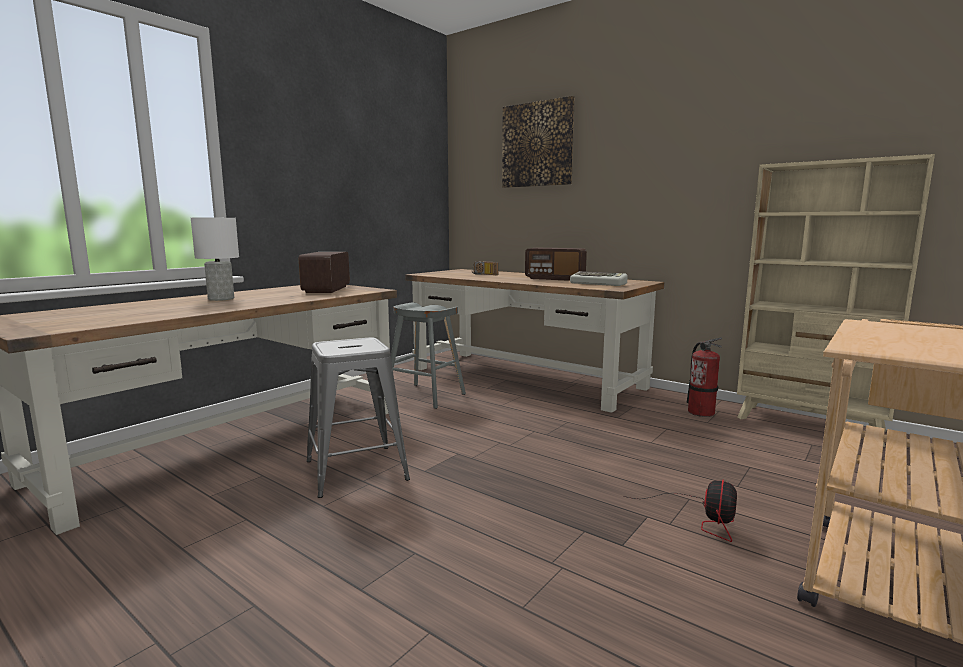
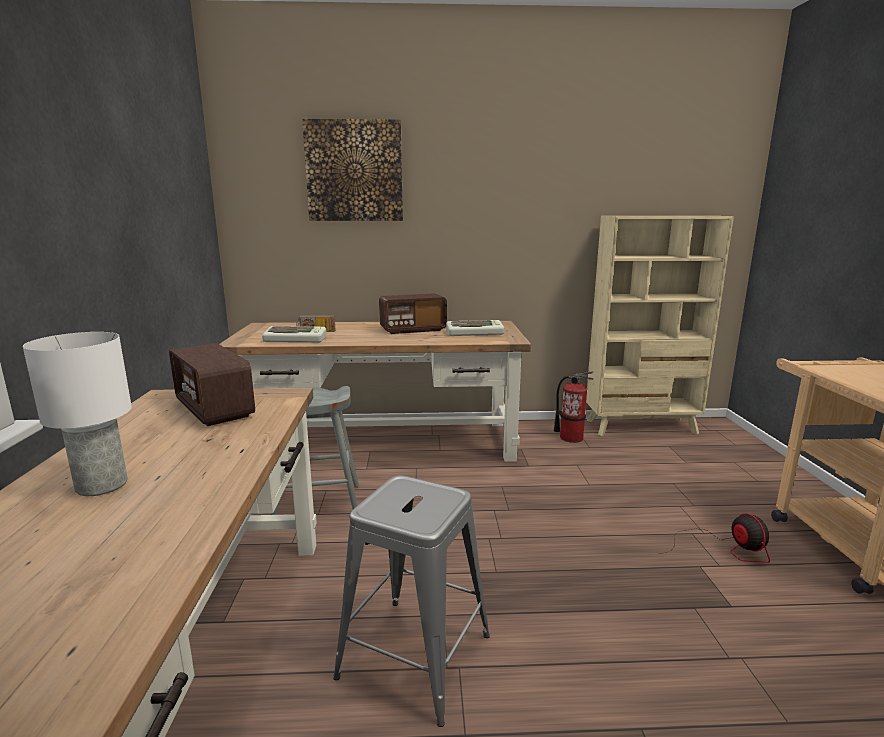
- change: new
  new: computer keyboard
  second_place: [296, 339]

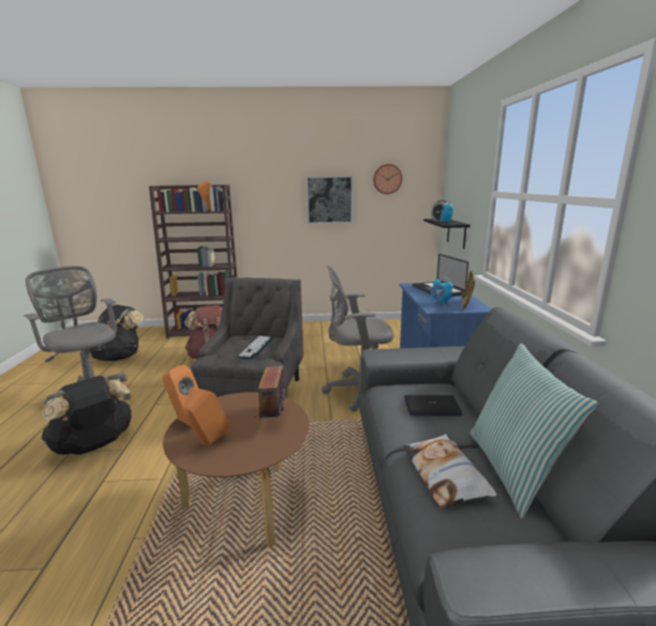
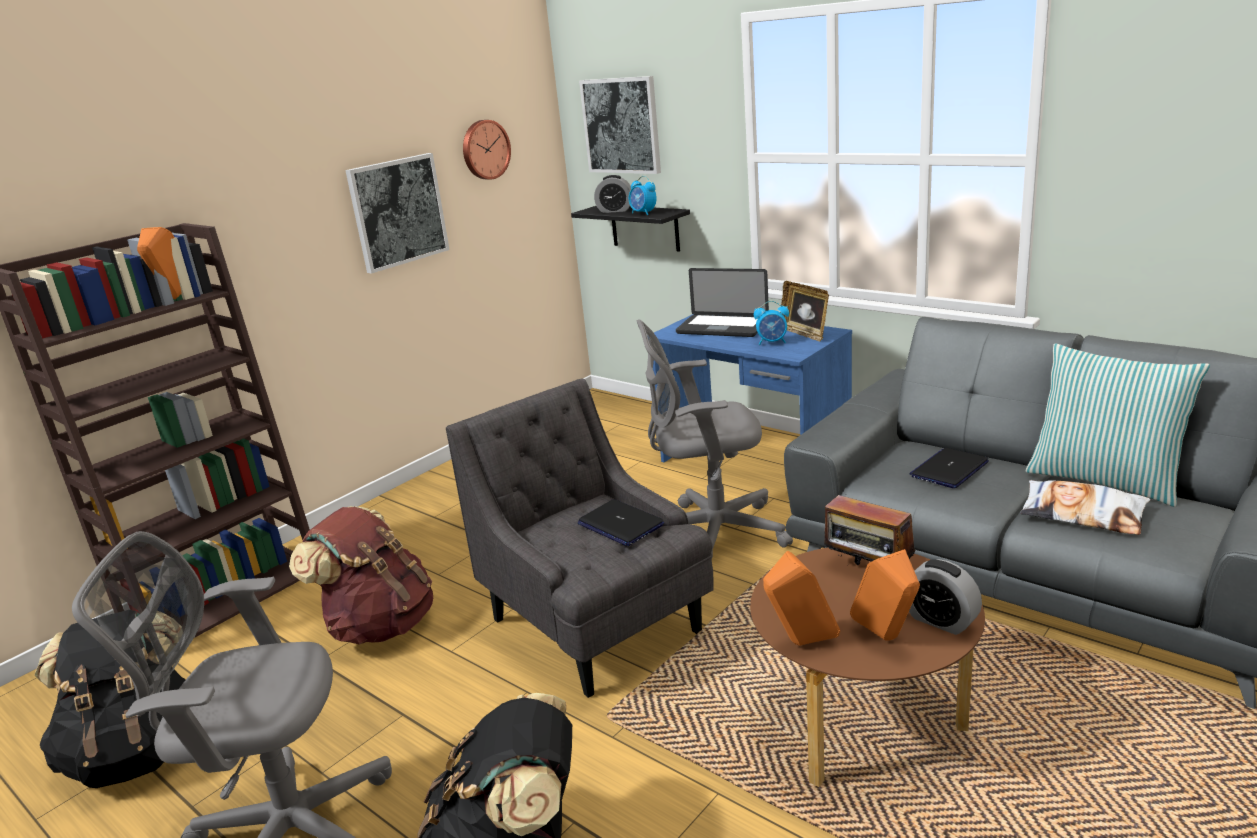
- change: rotated
  old: office chair in grey
  first_place: [359, 391]
  second_place: [711, 532]
  degrees: 45
- change: swapped
  old: computer keyboard
  new: laptop
  first_place: [256, 348]
  second_place: [620, 524]
- change: new
  new: wall art
  second_place: [621, 125]
- change: new
  new: table clock
  second_place: [940, 620]

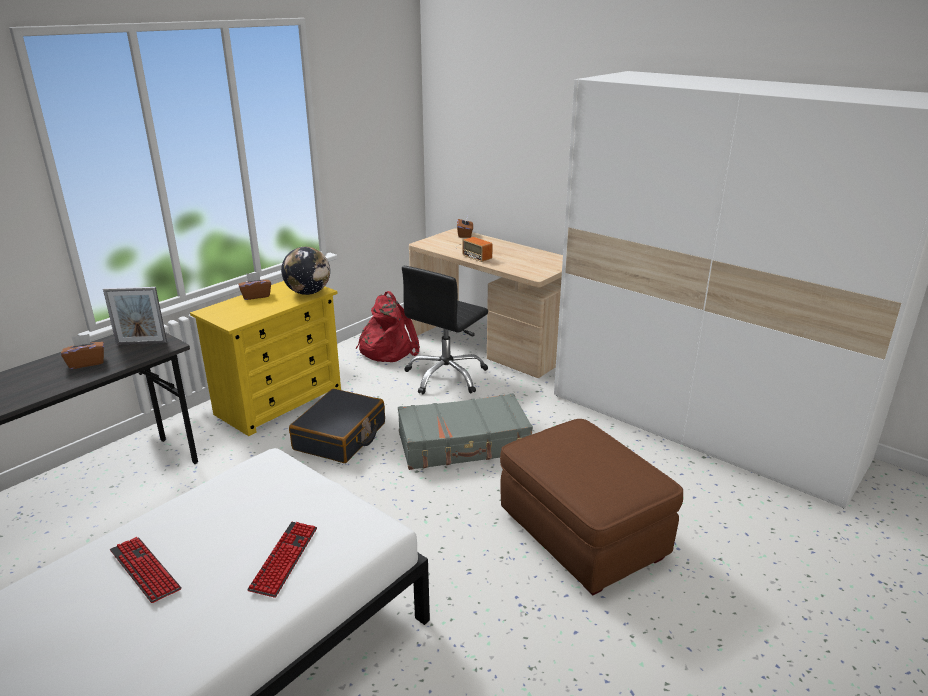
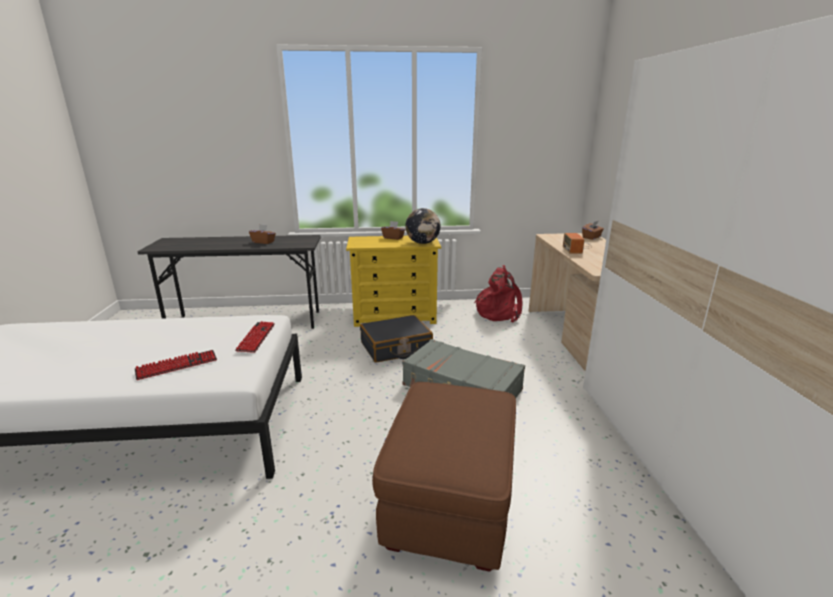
- change: gone
  old: office chair in blackish
  first_place: [446, 376]
- change: gone
  old: photo frame
  first_place: [141, 343]
- change: shifted
  old: computer keyboard
  first_place: [145, 570]
  second_place: [256, 337]

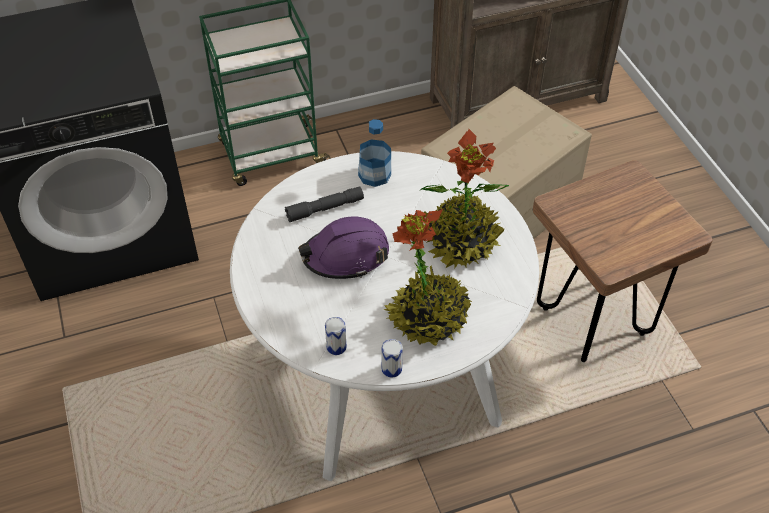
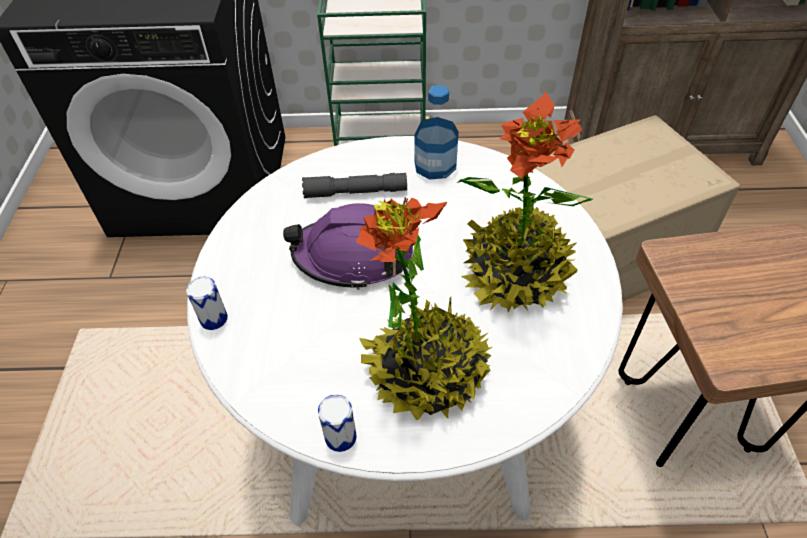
- change: shifted
  old: metal can
  first_place: [336, 347]
  second_place: [214, 319]

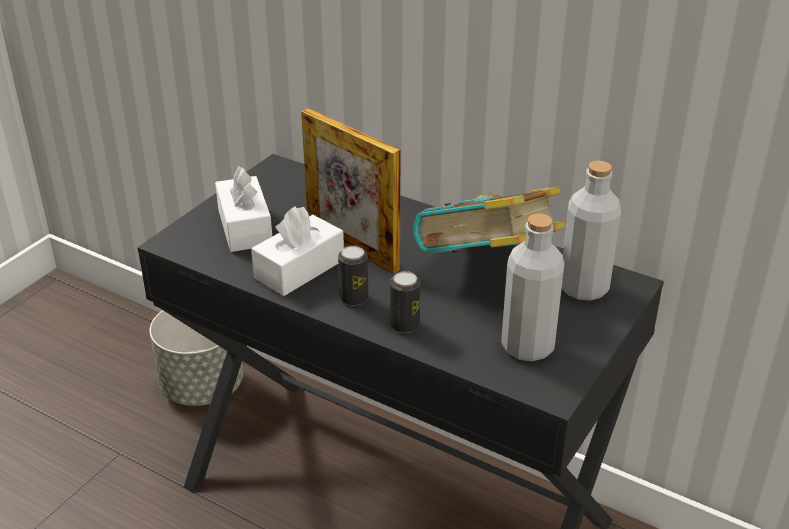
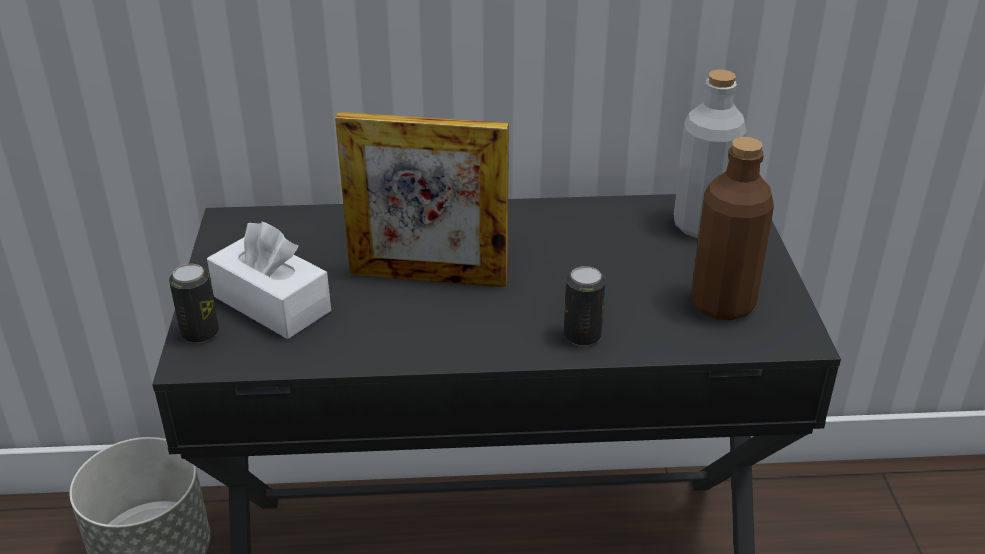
- change: gone
  old: book
  first_place: [487, 267]
- change: gone
  old: tissue box in white-coloured
  first_place: [299, 269]
- change: repainted
  old: beverage bottle in grey
  new: beverage bottle in brownish
  first_place: [527, 346]
  second_place: [722, 304]
- change: shifted
  old: metal can
  first_place: [354, 298]
  second_place: [200, 333]

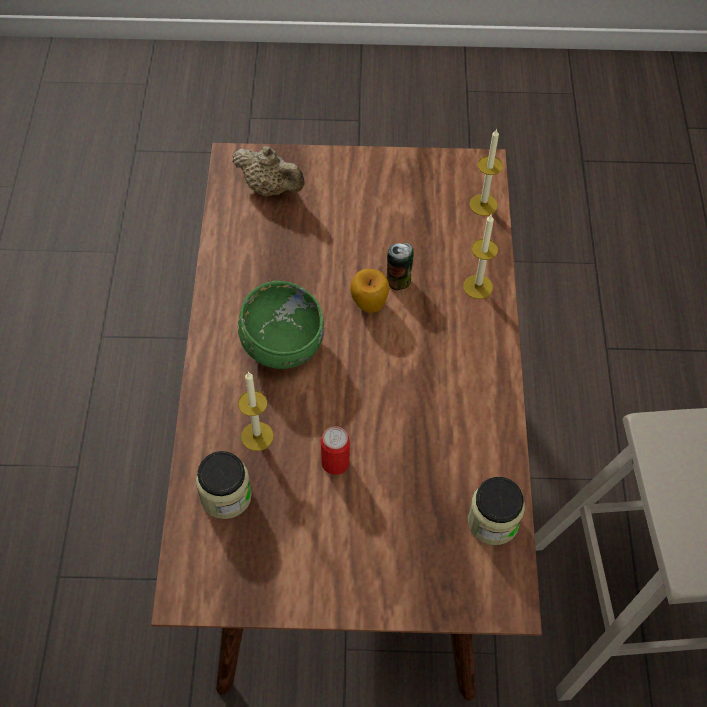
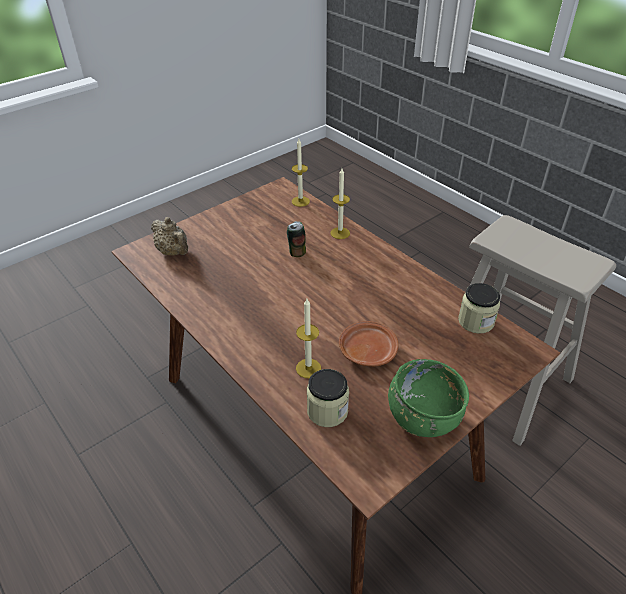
- change: rotated
  old: pot for tea in beige-coloured
  first_place: [270, 188]
  second_place: [174, 252]
  degrees: 60
- change: gone
  old: apple
  first_place: [369, 305]
- change: shifted
  old: bowl in greenish
  first_place: [282, 346]
  second_place: [422, 418]
- change: swapped
  old: metal can
  new: dinner plate in brownish
  first_place: [335, 462]
  second_place: [367, 350]

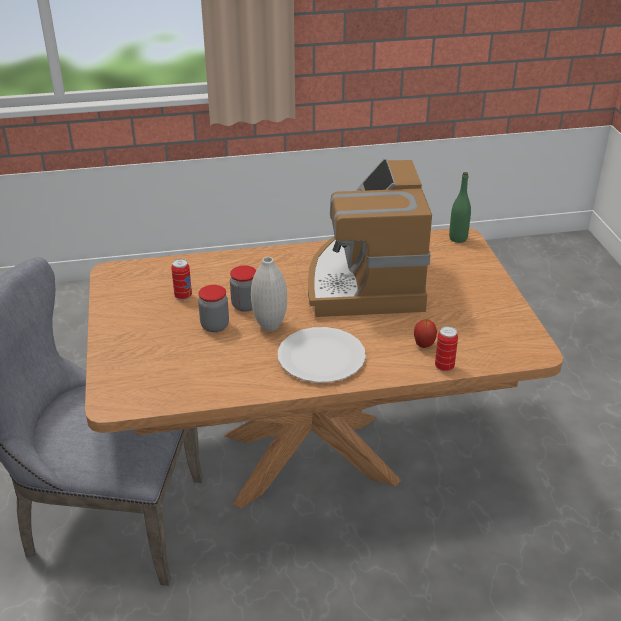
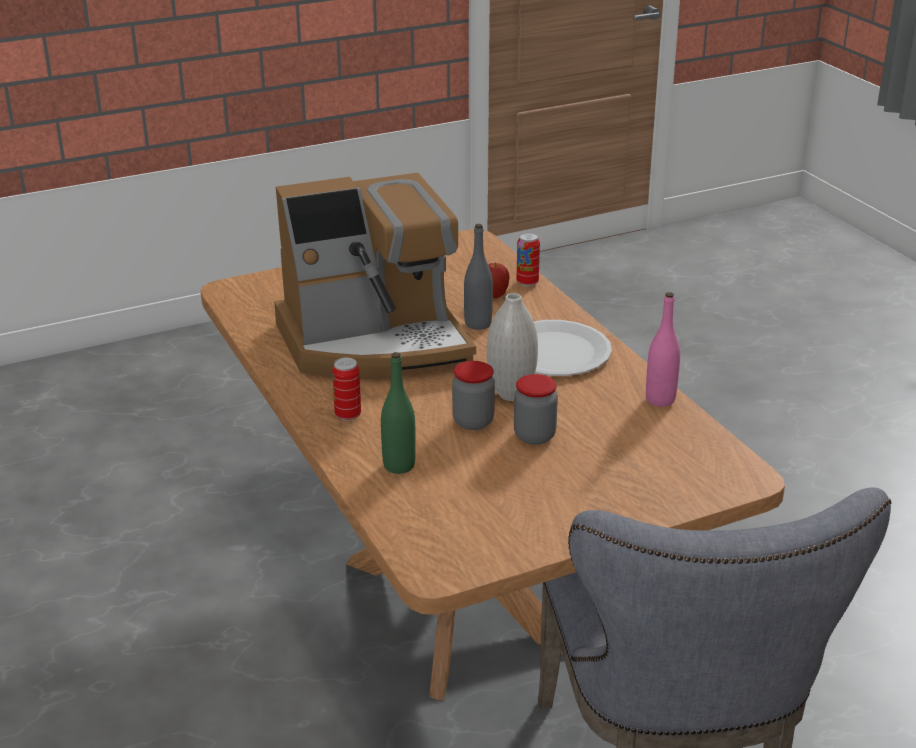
- change: shifted
  old: beverage bottle in greenish
  first_place: [458, 238]
  second_place: [399, 465]
- change: shifted
  old: metal can
  first_place: [183, 296]
  second_place: [348, 415]
- change: new
  new: beverage bottle in grey
  second_place: [478, 324]
- change: new
  new: beverage bottle in pink
  second_place: [660, 400]

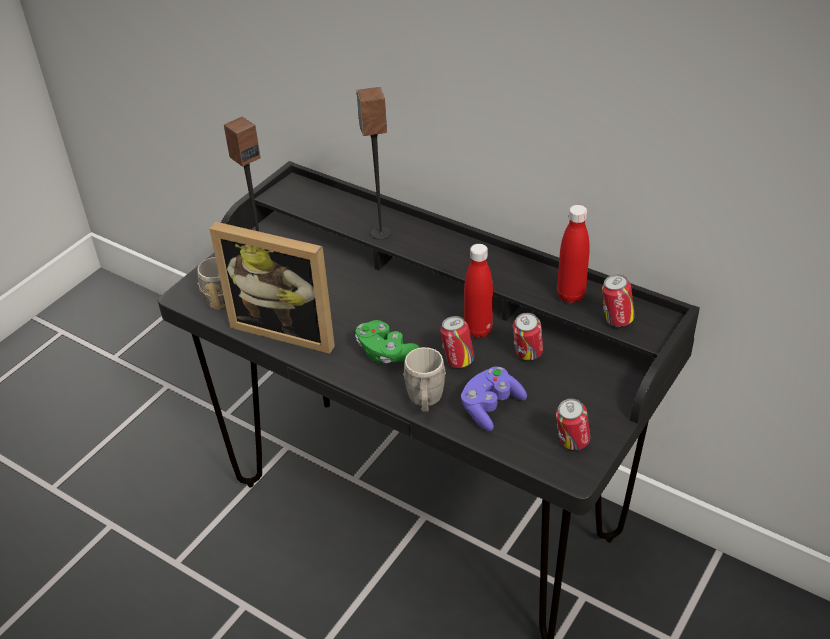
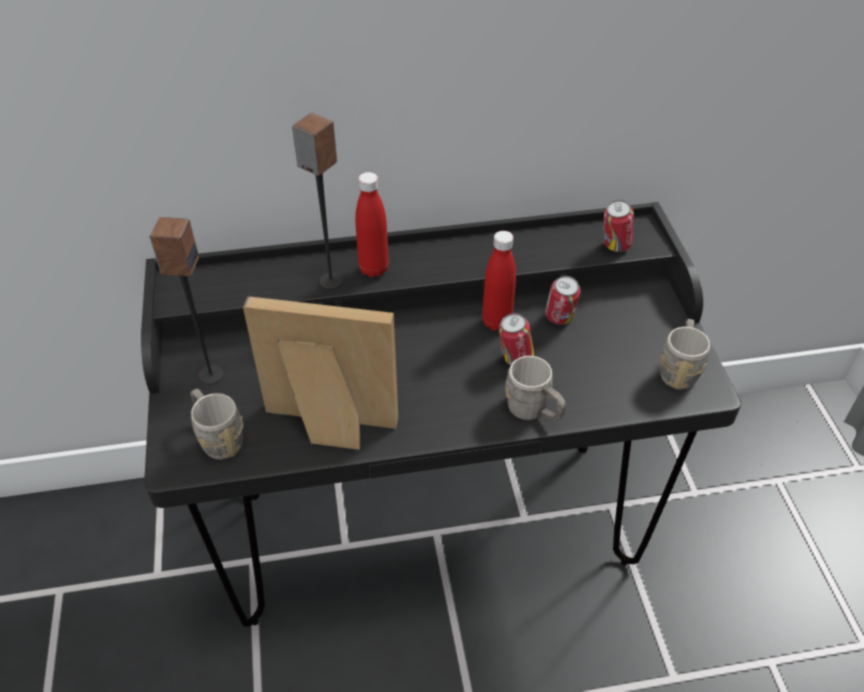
- change: shifted
  old: beverage bottle in red
  first_place: [570, 295]
  second_place: [374, 269]
- change: rotated
  old: photo frame
  first_place: [288, 328]
  second_place: [328, 427]
  degrees: -150
- change: gone
  old: game controller in greenish
  first_place: [385, 353]
- change: gone
  old: game controller in purple
  first_place: [490, 407]
- change: swapped
  old: metal can
  new: mug in grey
  first_place: [571, 443]
  second_place: [679, 369]

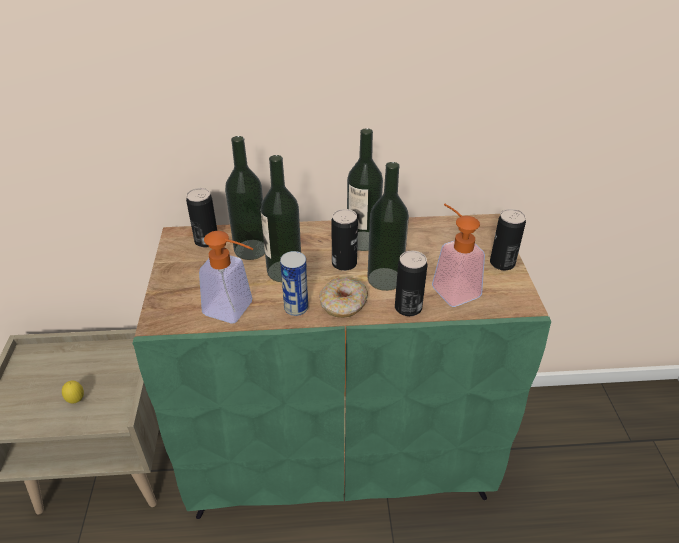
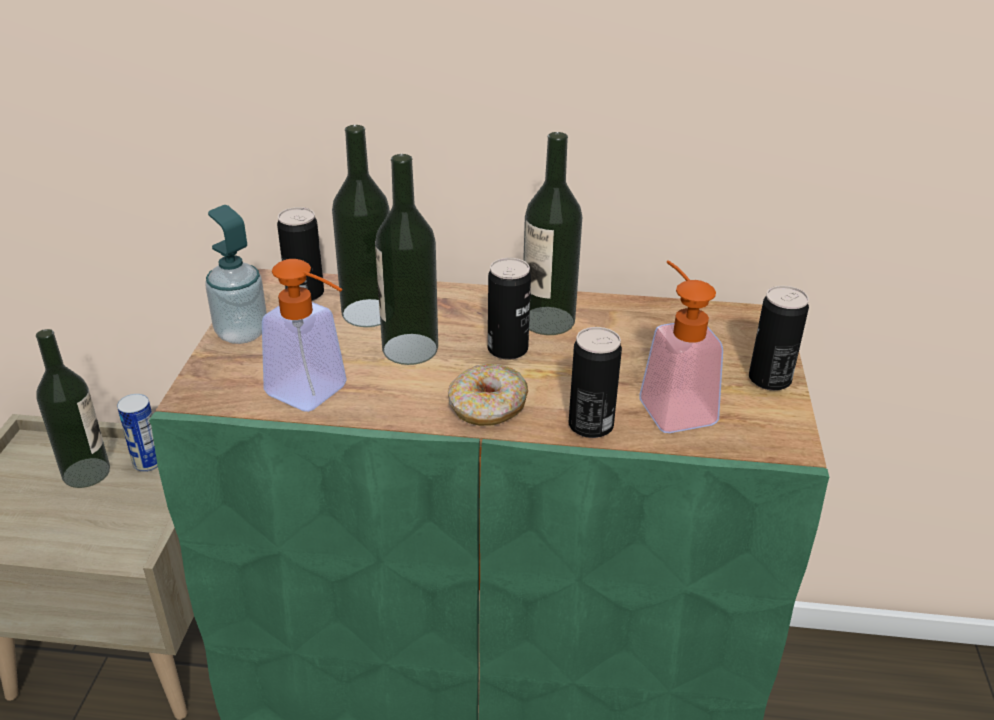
- change: shifted
  old: beverage bottle
  first_place: [385, 279]
  second_place: [86, 472]
- change: shifted
  old: metal can
  first_place: [296, 308]
  second_place: [148, 463]
- change: gone
  old: lemon
  first_place: [76, 401]
- change: new
  new: soap dispenser
  second_place: [242, 333]

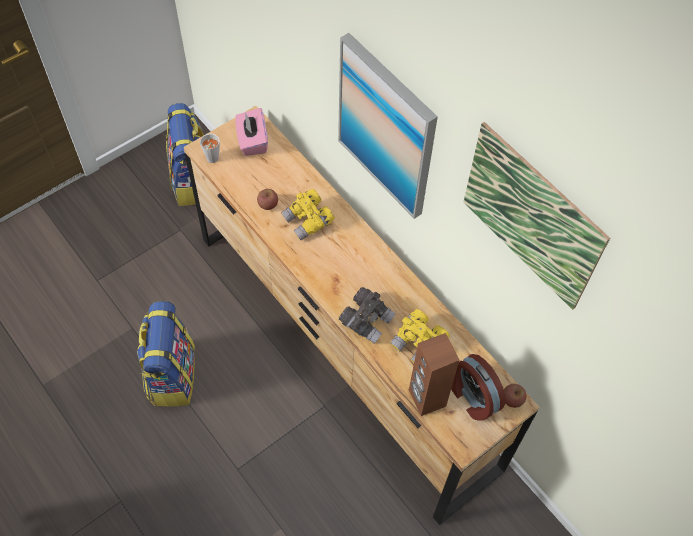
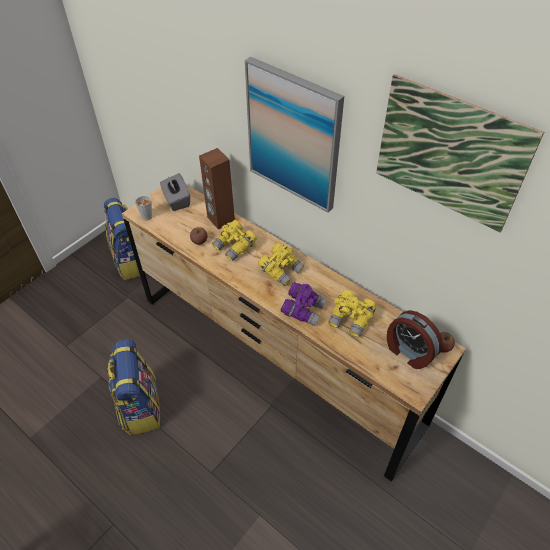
- change: repainted
  old: tissue box in pink
  new: tissue box in grey
  first_place: [252, 141]
  second_place: [176, 200]
- change: repainted
  old: binoculars in grey
  new: binoculars in purple
  first_place: [366, 320]
  second_place: [303, 310]
- change: shifted
  old: loudspeaker in brownish
  first_place: [426, 398]
  second_place: [220, 219]
- change: new
  new: binoculars in yellow-coloured
  second_place: [281, 270]

